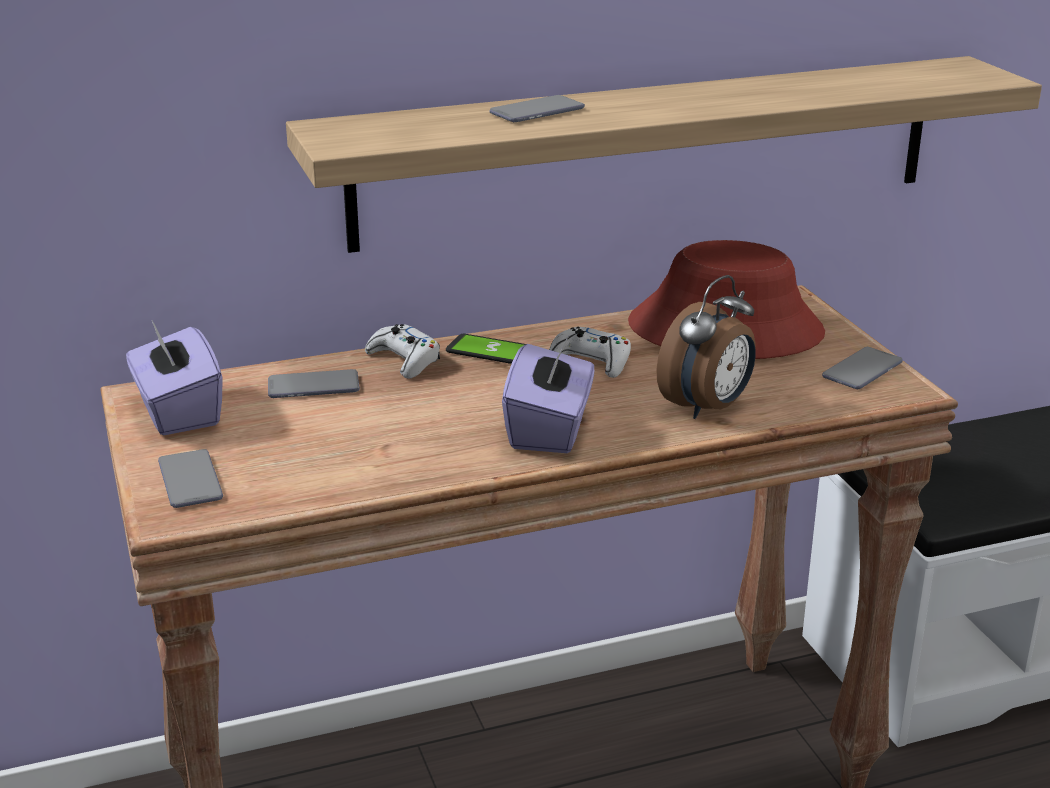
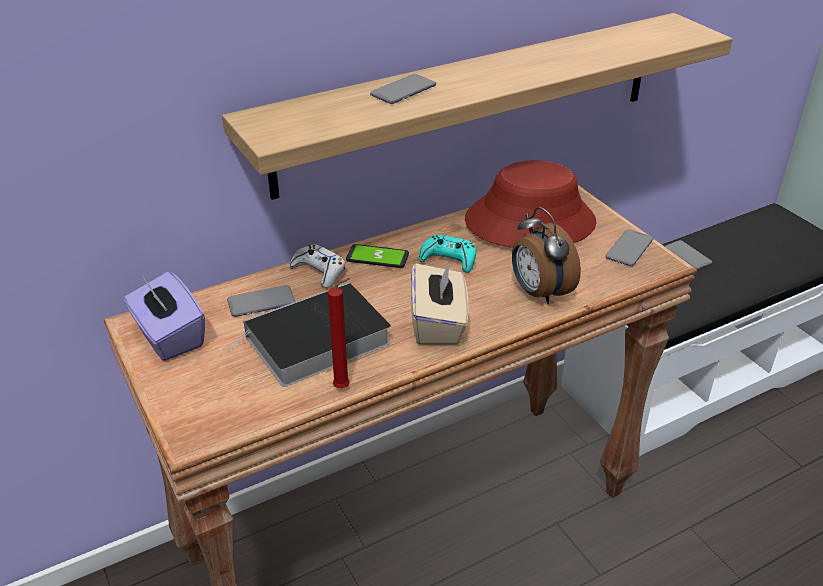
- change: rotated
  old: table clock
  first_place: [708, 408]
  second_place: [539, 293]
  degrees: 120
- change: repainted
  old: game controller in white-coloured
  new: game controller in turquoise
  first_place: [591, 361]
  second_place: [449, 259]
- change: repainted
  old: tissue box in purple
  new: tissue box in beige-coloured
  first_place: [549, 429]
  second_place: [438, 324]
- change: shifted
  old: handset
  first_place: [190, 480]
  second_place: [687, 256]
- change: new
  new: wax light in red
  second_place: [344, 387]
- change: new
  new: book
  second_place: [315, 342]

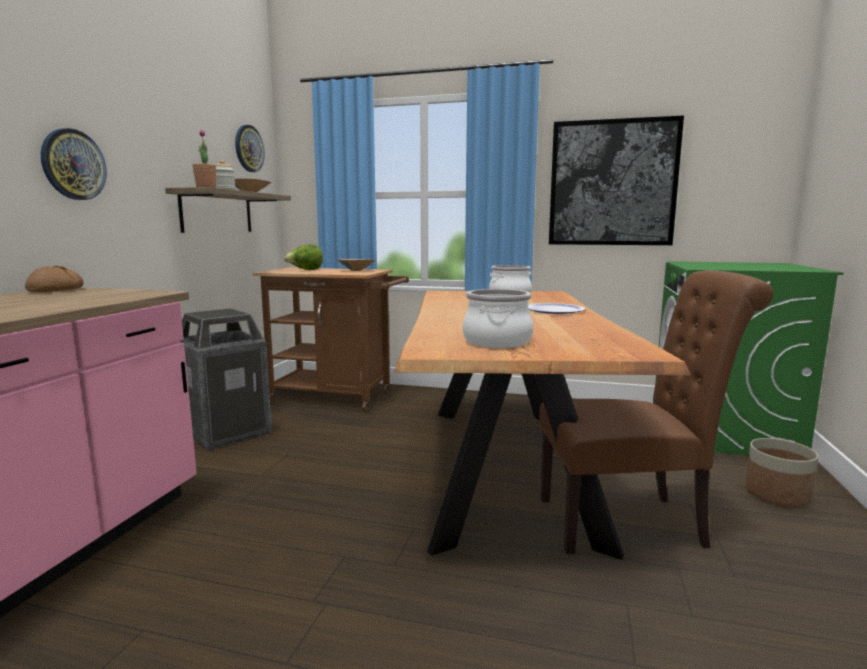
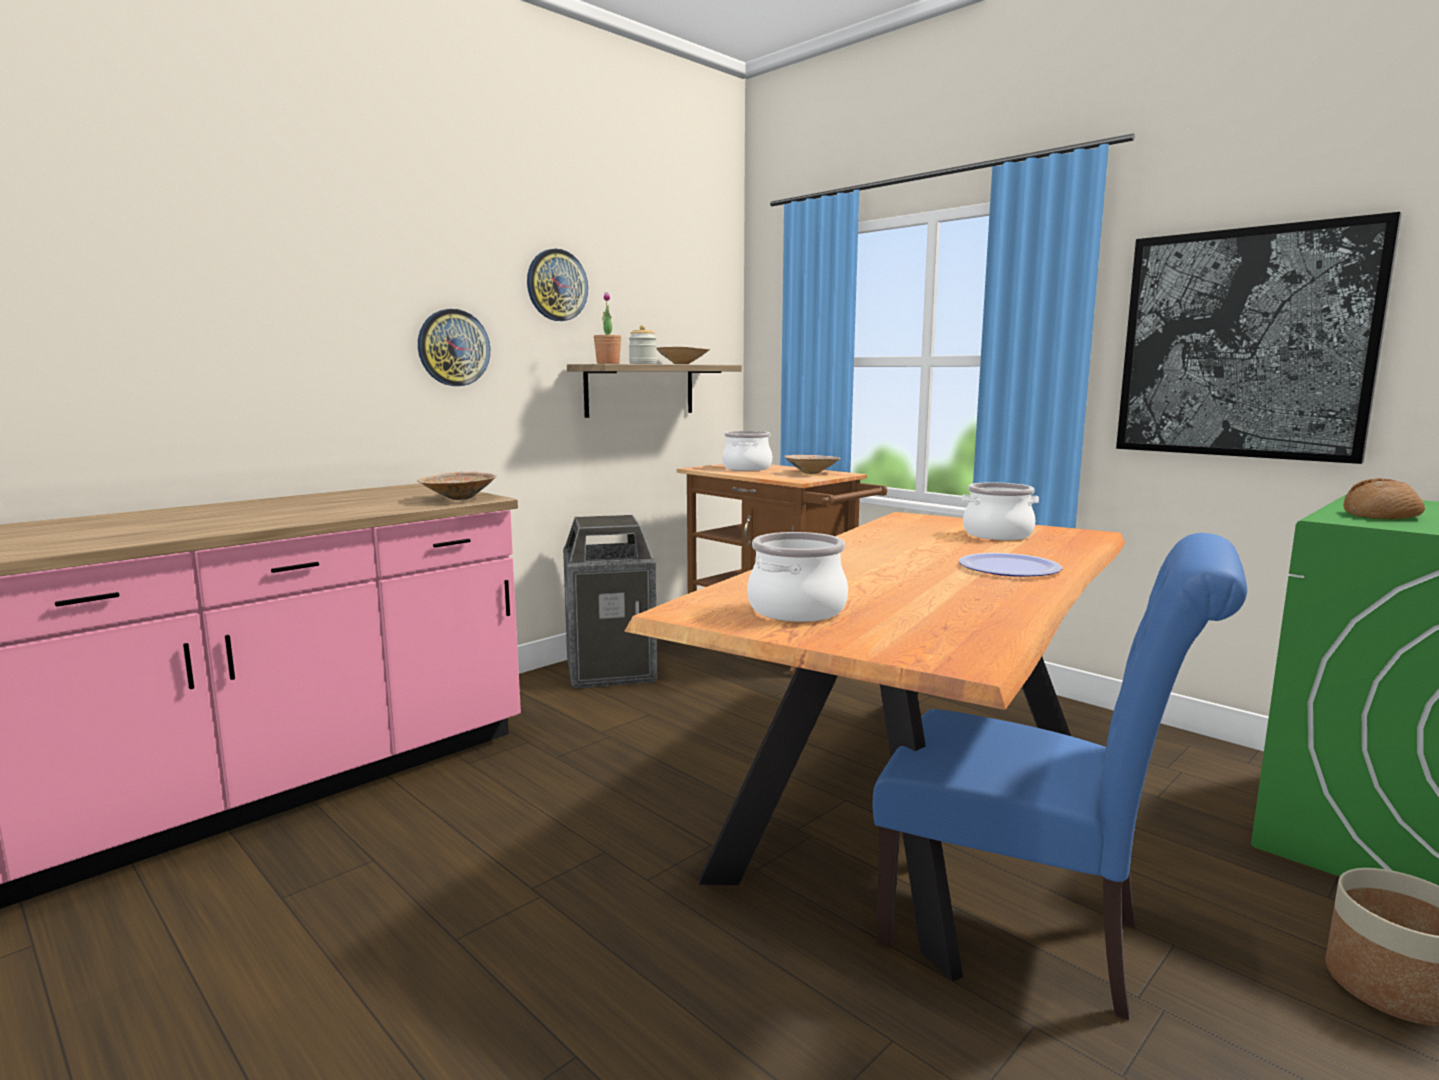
- change: shifted
  old: clock on the wall
  first_place: [248, 148]
  second_place: [556, 285]
- change: swapped
  old: head of lettuce
  new: stockpot
  first_place: [305, 270]
  second_place: [747, 468]
- change: shifted
  old: baked bread
  first_place: [56, 290]
  second_place: [1381, 515]
- change: repainted
  old: upright chair in brownish
  new: upright chair in bluish
  first_place: [630, 522]
  second_place: [1028, 936]
- change: new
  new: bowl in beige-coloured
  second_place: [458, 499]

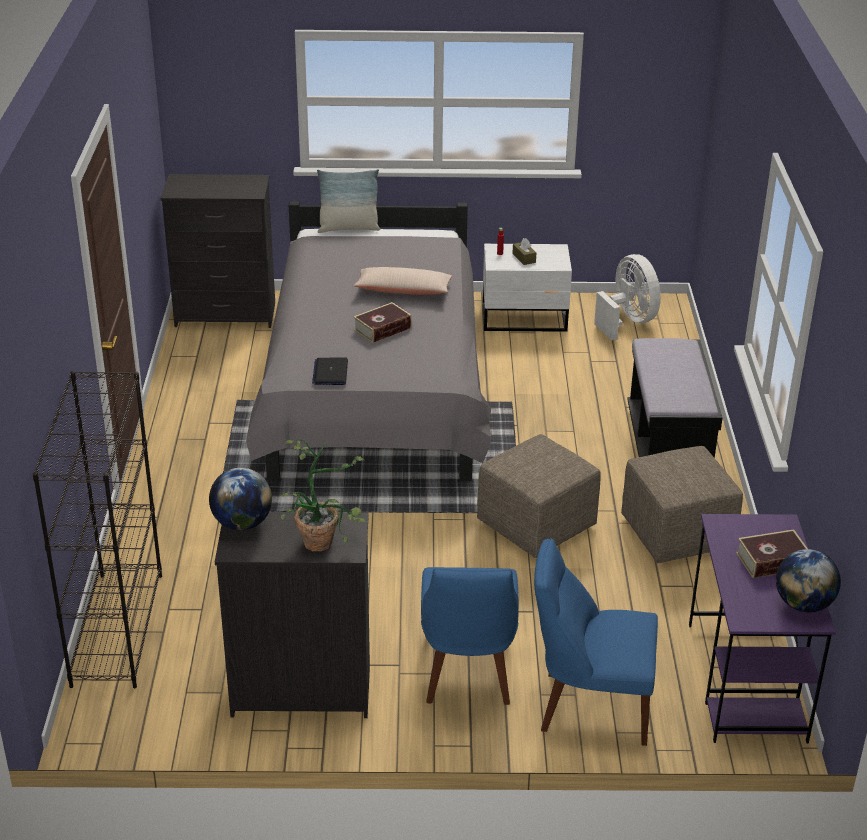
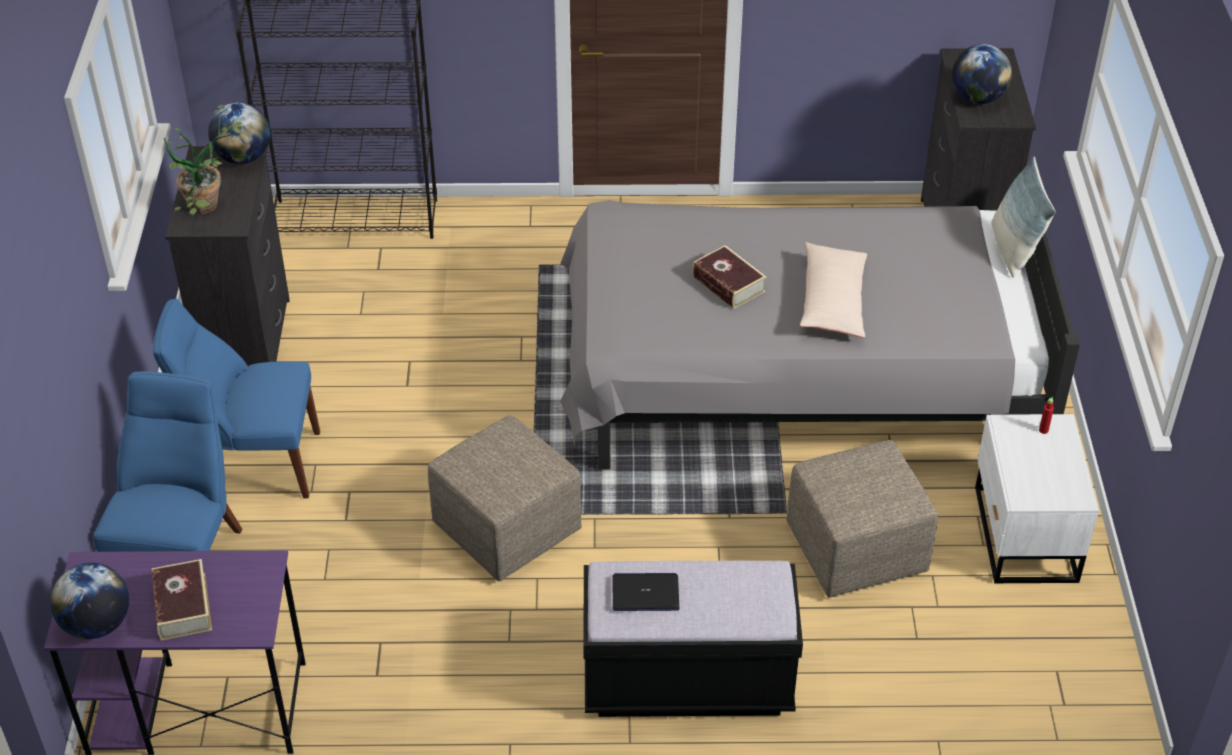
- change: gone
  old: tissue box in brownish
  first_place: [524, 258]
- change: gone
  old: electric fan in white-coloured
  first_place: [628, 321]
- change: shifted
  old: laptop
  first_place: [330, 372]
  second_place: [645, 593]
- change: shifted
  old: footrest in beige-coloured
  first_place: [678, 534]
  second_place: [854, 551]
- change: new
  new: desk globe
  second_place: [977, 98]

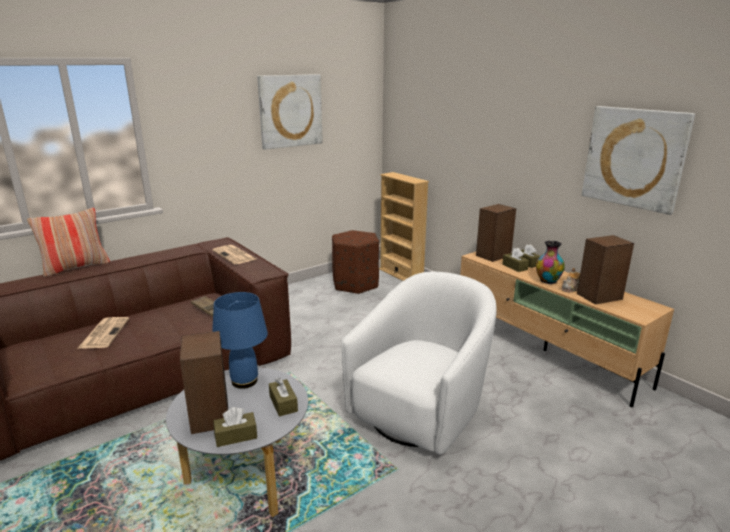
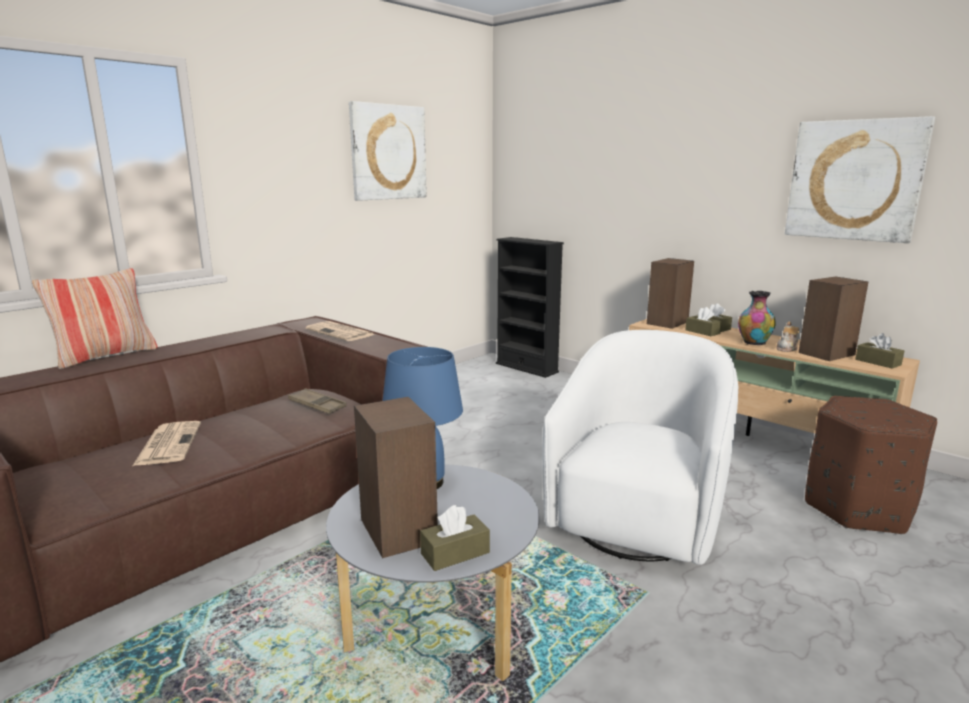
- change: repainted
  old: bookcase in beige-coloured
  new: bookcase in blackish
  first_place: [401, 275]
  second_place: [526, 368]
- change: shifted
  old: footrest in brownish
  first_place: [355, 284]
  second_place: [857, 508]
- change: shifted
  old: tissue box in brownish
  first_place: [283, 403]
  second_place: [878, 362]

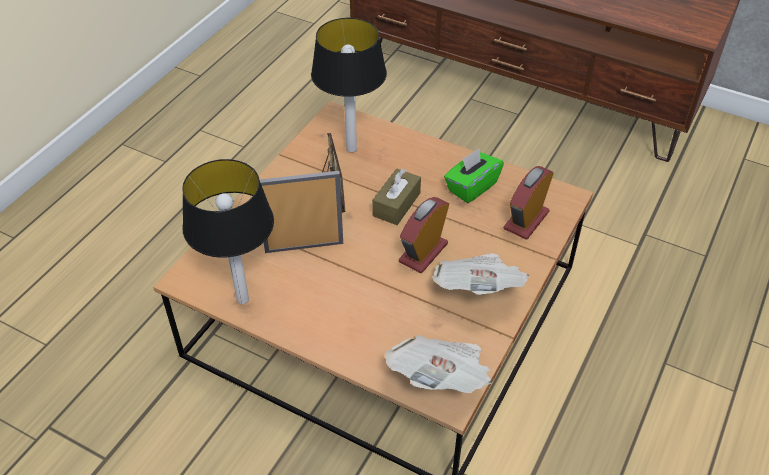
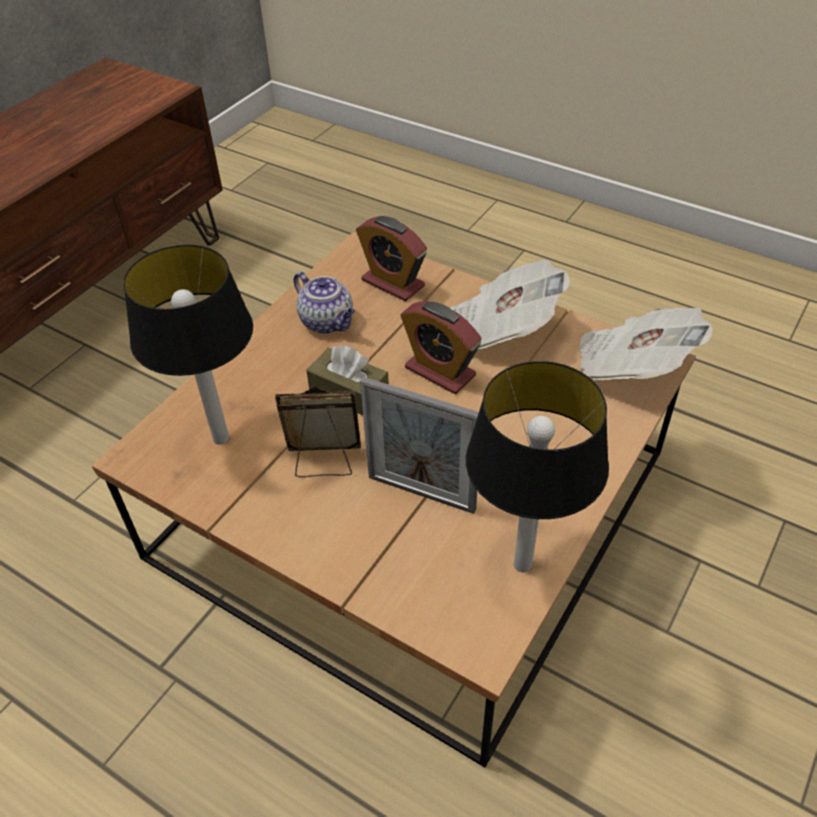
- change: swapped
  old: tissue box in greenish
  new: pot for tea
  first_place: [471, 187]
  second_place: [328, 322]
- change: rotated
  old: photo frame
  first_place: [304, 246]
  second_place: [421, 493]
  degrees: -60

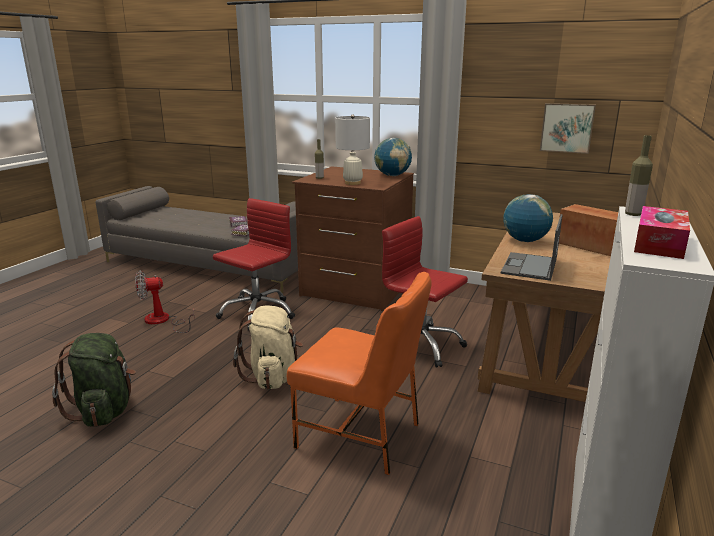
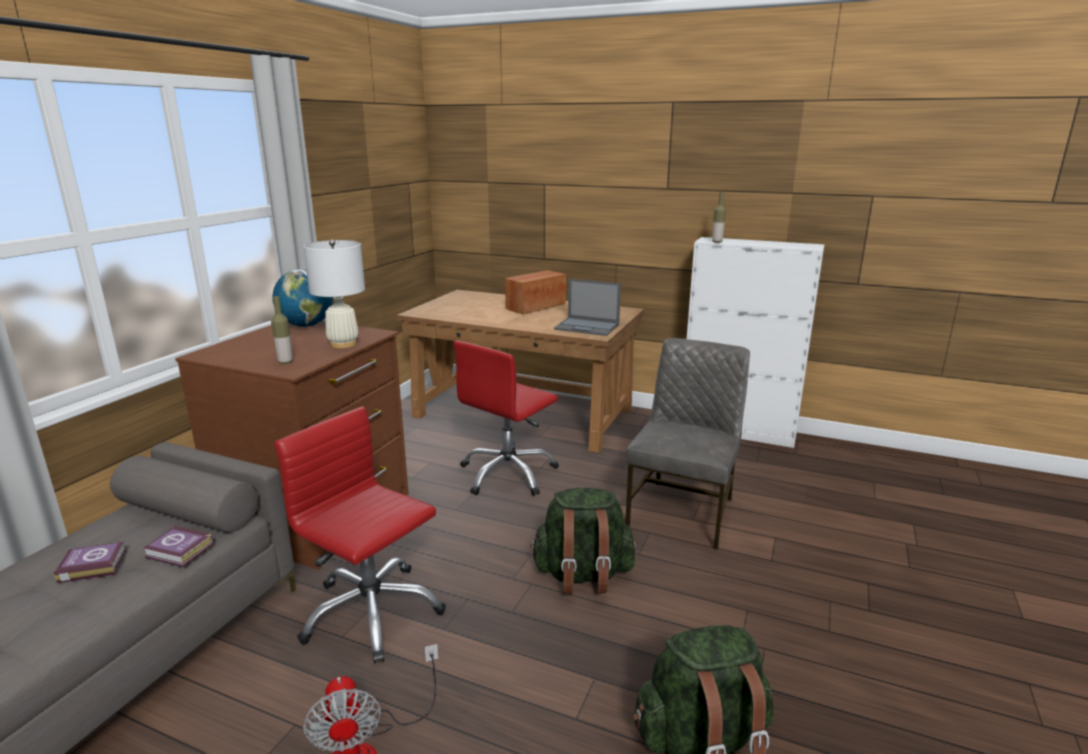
- change: gone
  old: wall art
  first_place: [567, 128]
- change: gone
  old: desk globe
  first_place: [525, 241]
- change: gone
  old: tissue box
  first_place: [659, 243]
- change: repainted
  old: upright chair in orange
  new: upright chair in grey
  first_place: [360, 435]
  second_place: [683, 512]
- change: repainted
  old: knapsack in beige-coloured
  new: knapsack in greenish
  first_place: [272, 376]
  second_place: [582, 575]

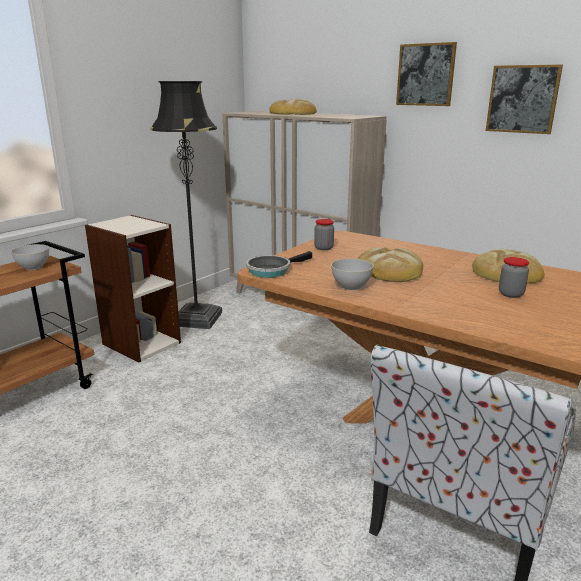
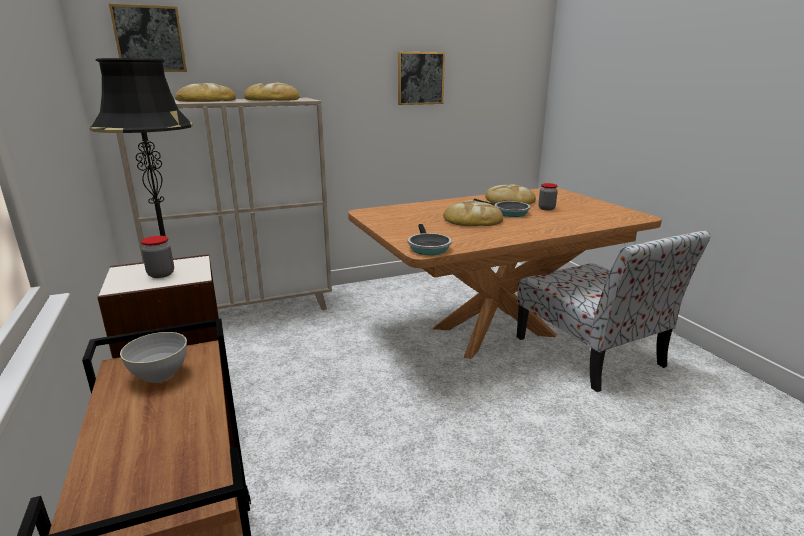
- change: shifted
  old: wall art
  first_place: [425, 75]
  second_place: [149, 39]
- change: shifted
  old: preserve jar
  first_place: [323, 248]
  second_place: [161, 274]
- change: gone
  old: bowl in grey
  first_place: [351, 286]
- change: new
  new: baked bread
  second_place: [272, 99]
- change: new
  new: pan
  second_place: [508, 212]

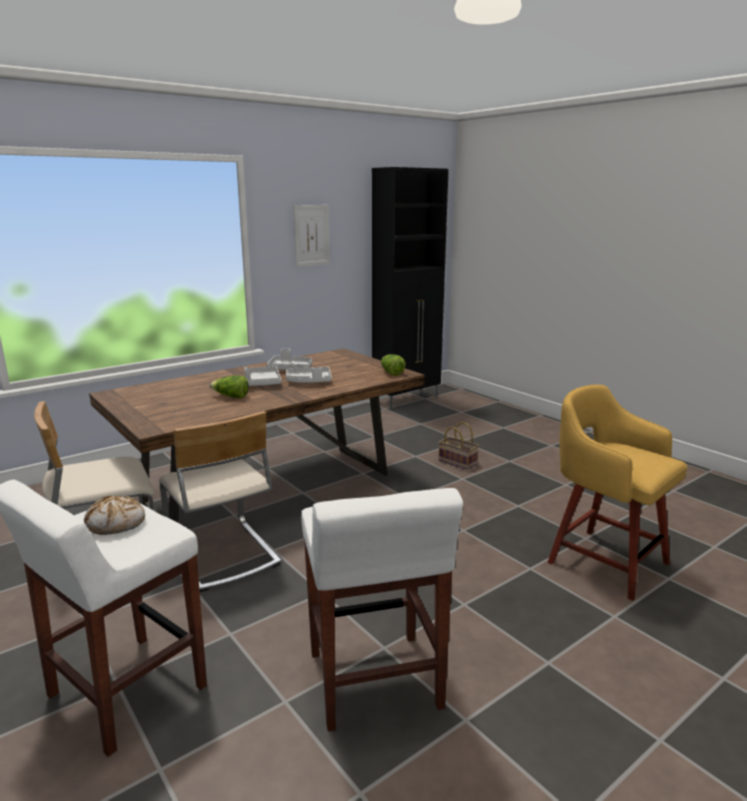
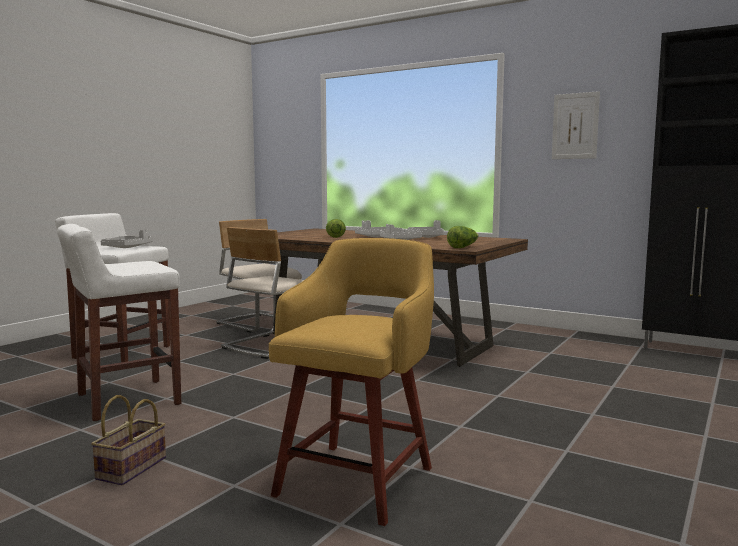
- change: shifted
  old: storage basket
  first_place: [459, 462]
  second_place: [131, 469]
- change: swapped
  old: baked bread
  new: tray in grey
  first_place: [116, 523]
  second_place: [128, 247]

